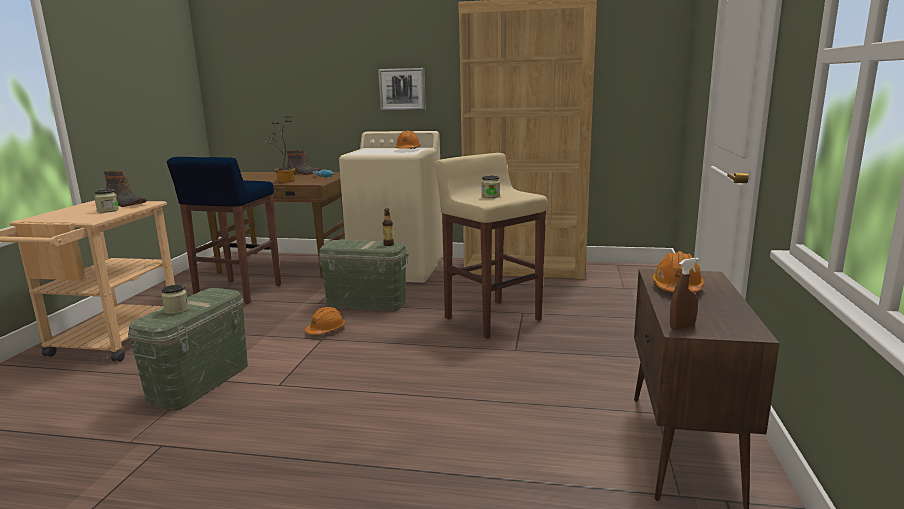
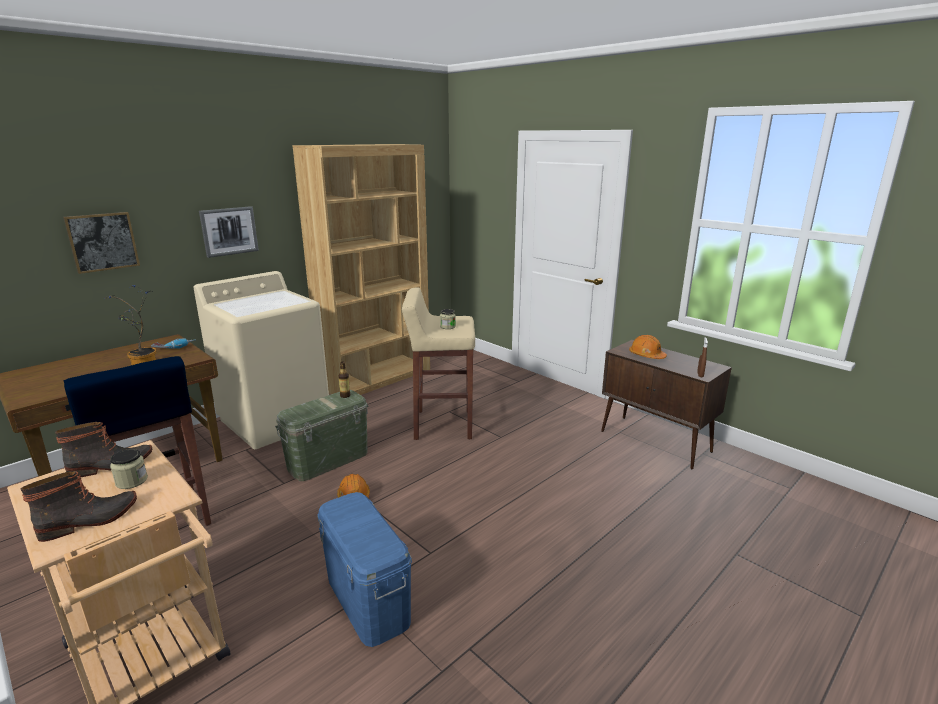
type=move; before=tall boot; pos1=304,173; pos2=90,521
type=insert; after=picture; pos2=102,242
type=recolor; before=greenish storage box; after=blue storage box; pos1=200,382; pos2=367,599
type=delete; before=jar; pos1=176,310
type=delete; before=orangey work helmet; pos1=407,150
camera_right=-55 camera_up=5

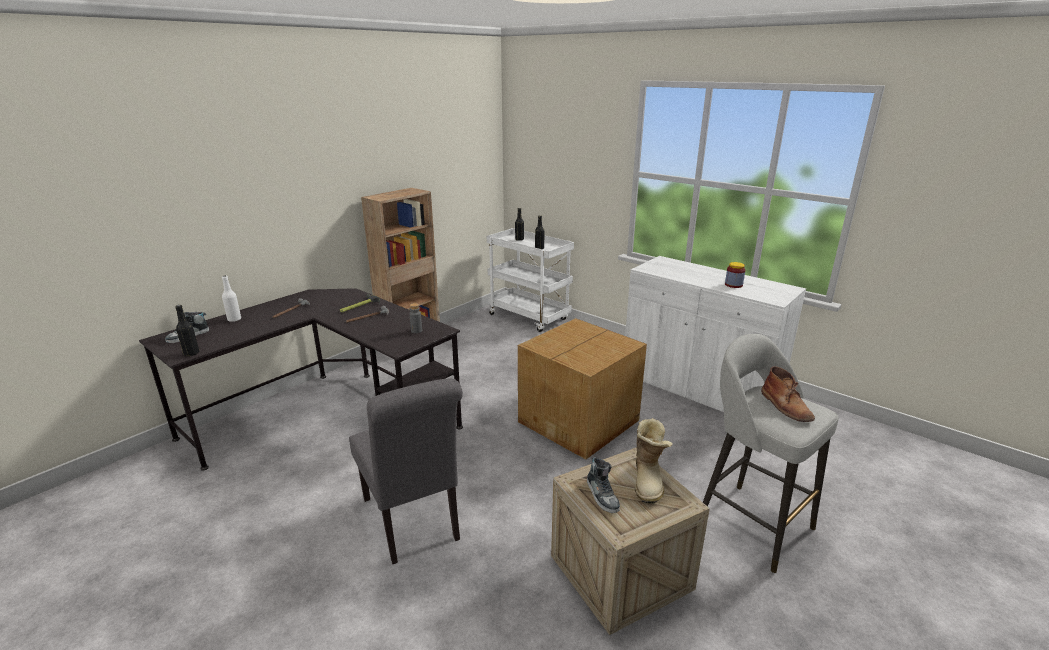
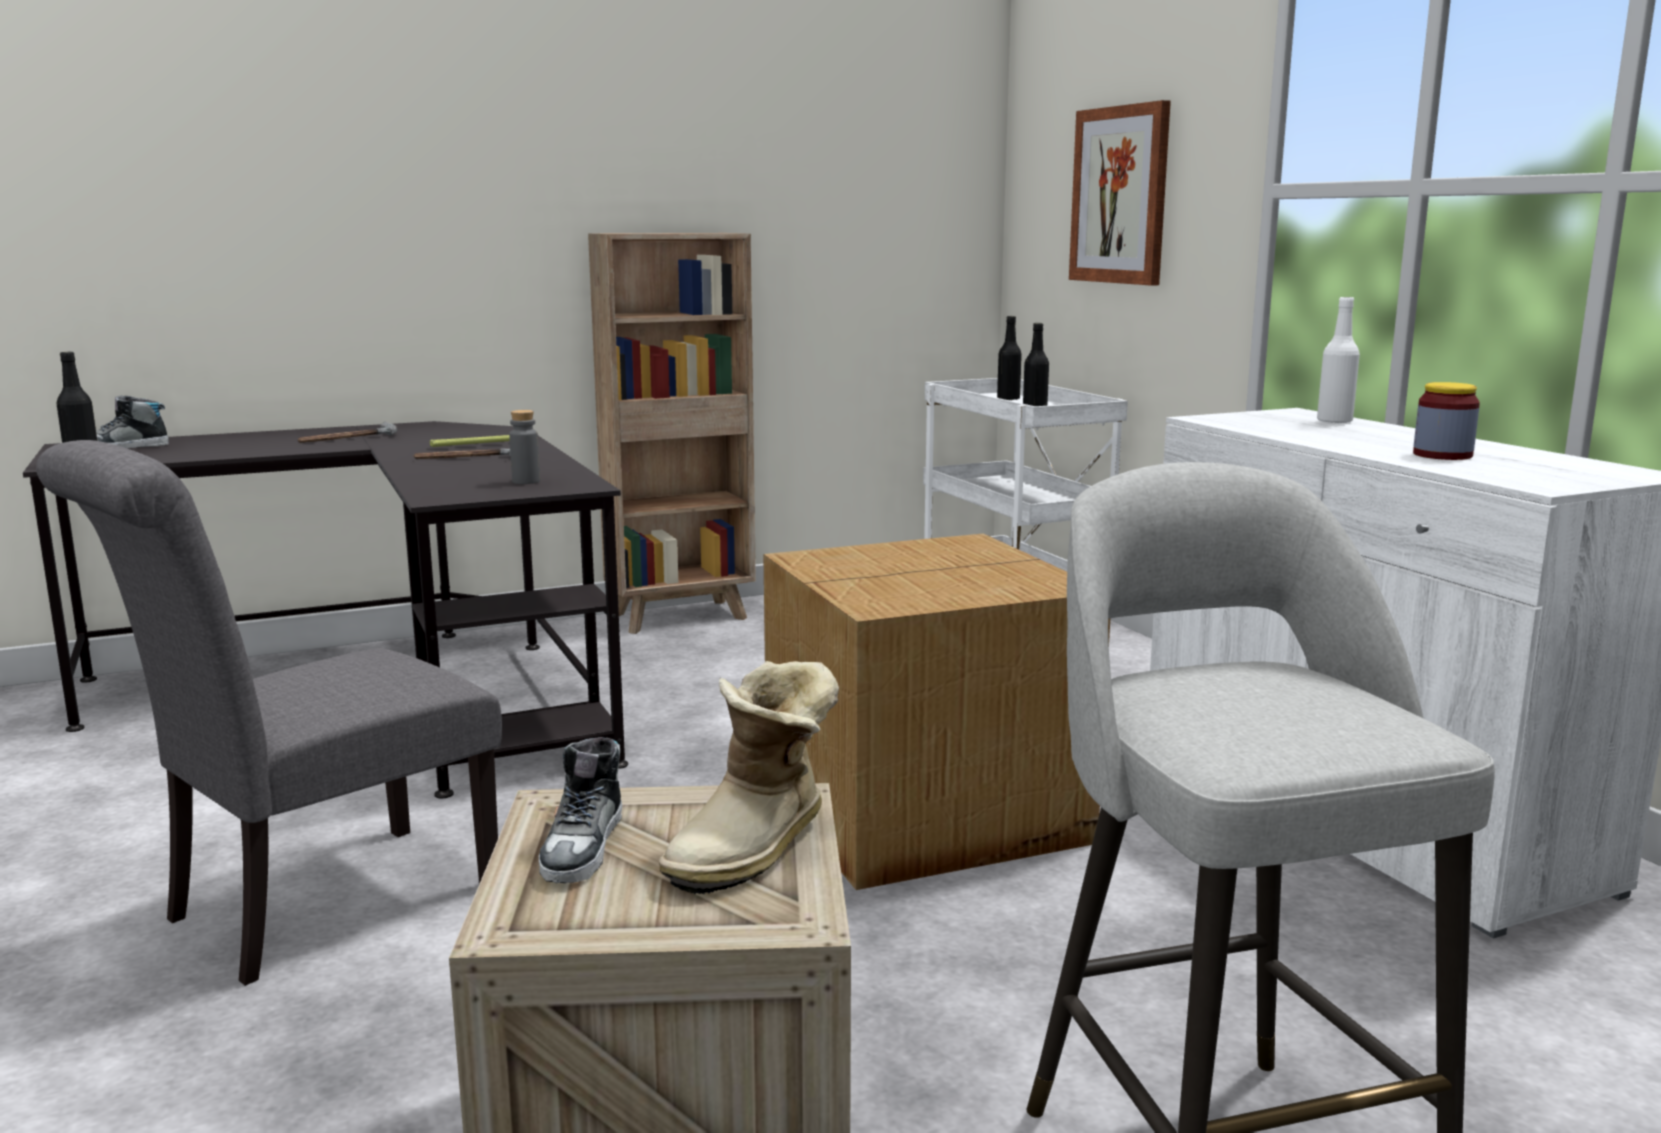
type=rotate; before=gray upright chair; pos1=413,522; pos2=314,907; turn=45
type=insert; after=picture; pos2=1120,195
type=move; before=white beverage bottle; pos1=234,319; pos2=1334,421
type=delete; before=brownish tall boot; pos1=786,406
camera_right=25 camera_up=-10

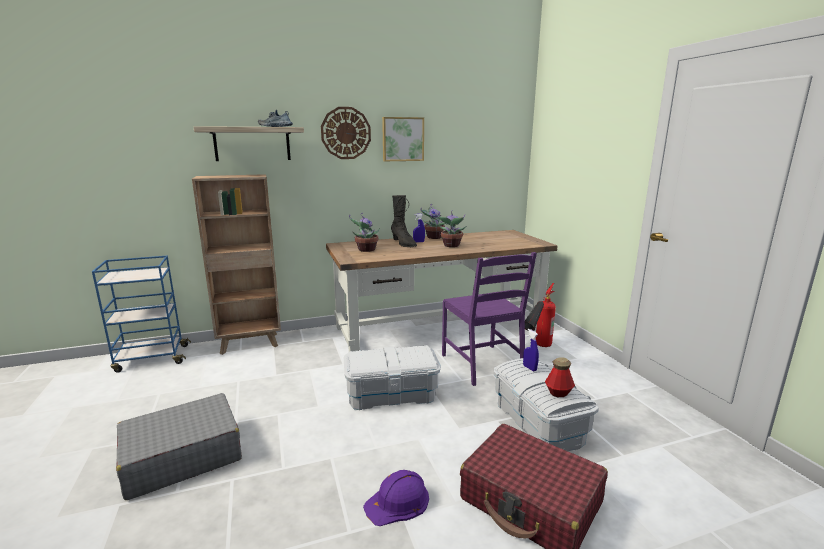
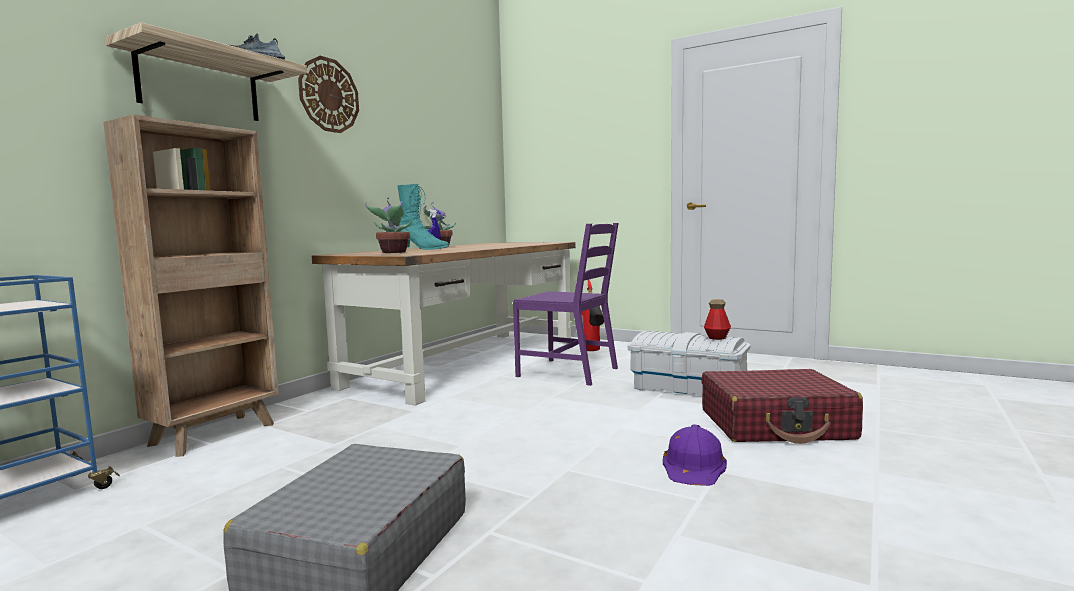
type=recolor; before=blackish tall boot; after=turquoise tall boot; pos1=403,244; pos2=422,249
type=delete; before=white storage box; pos1=391,394
type=delete; before=picture; pos1=402,139
type=delete; before=plant in a pot; pos1=451,246
type=delete; before=blue spray bottle; pos1=529,368
camera_right=-40 camera_up=-10

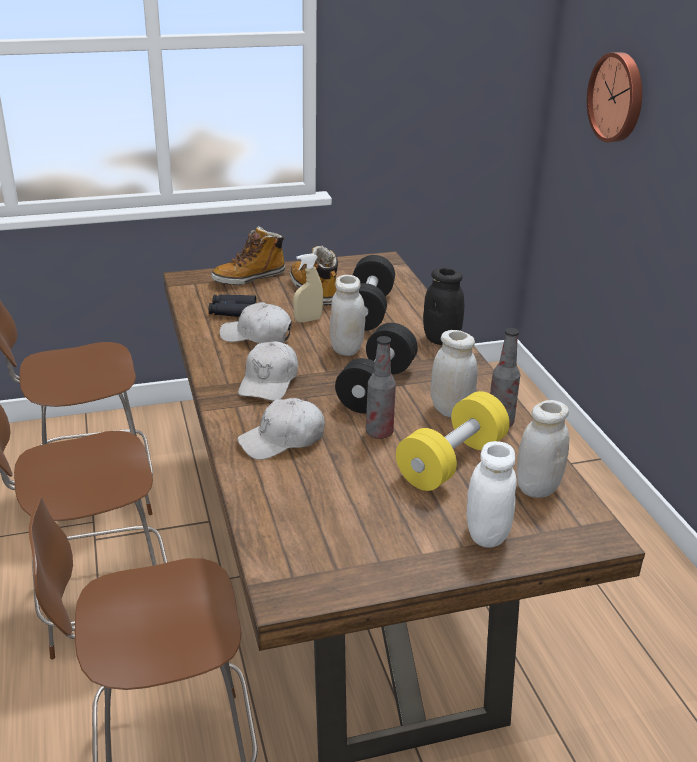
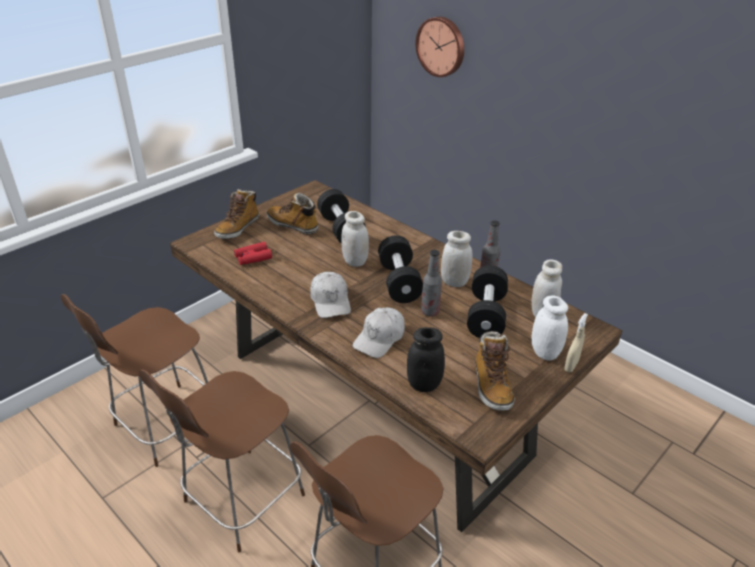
type=recolor; before=blackish binoculars; after=reddish binoculars; pos1=232,311; pos2=253,257
type=move; before=blackish jar; pos1=441,339; pos2=424,384
type=recolor; before=yellowish hand weight; after=blackish hand weight; pos1=451,462; pos2=486,315
type=insert; after=tall boot; pos2=491,386
type=move; before=beige spray bottle; pos1=308,320; pos2=571,366
type=delete; before=white peaked cap; pos1=257,336
camera_right=-30 camera_up=5

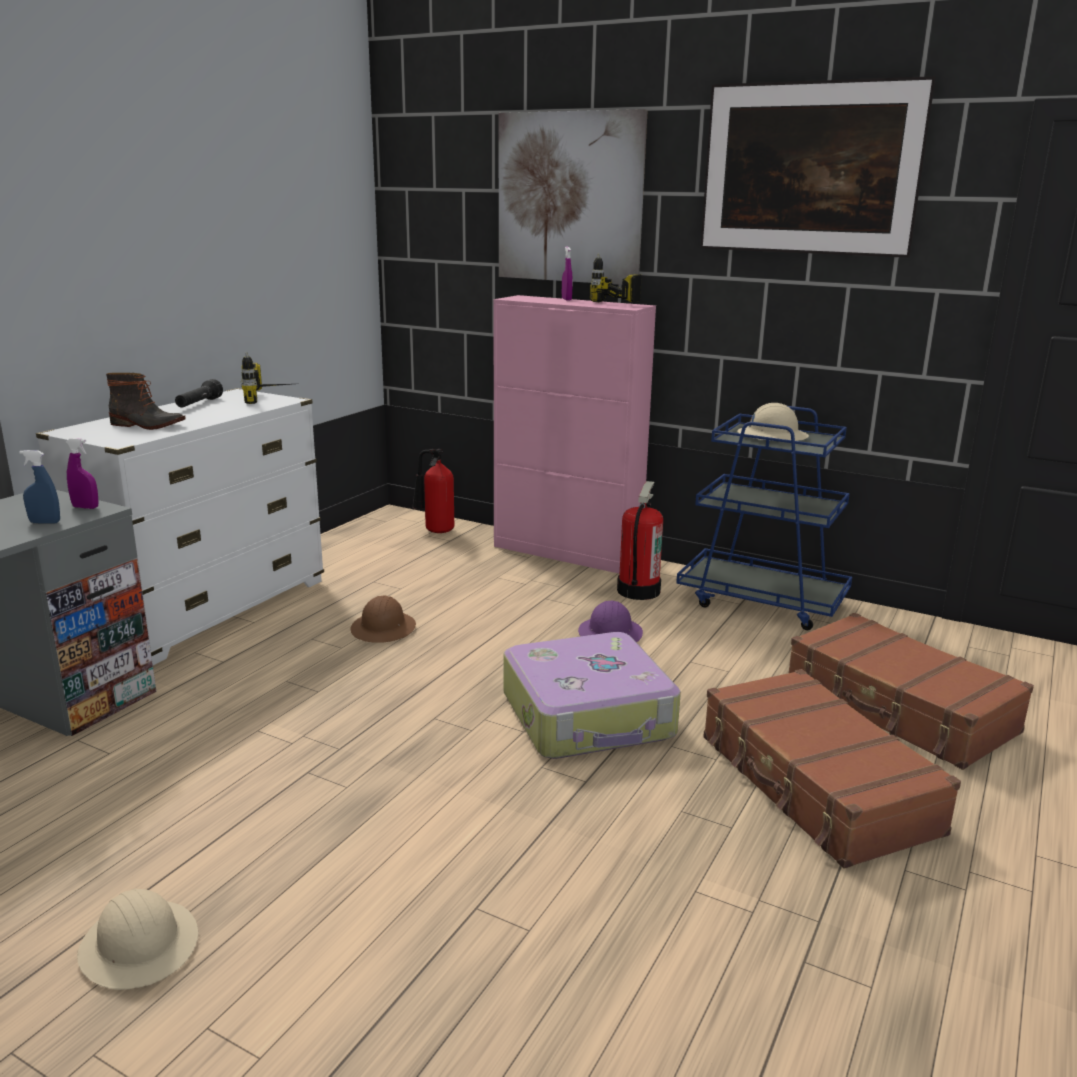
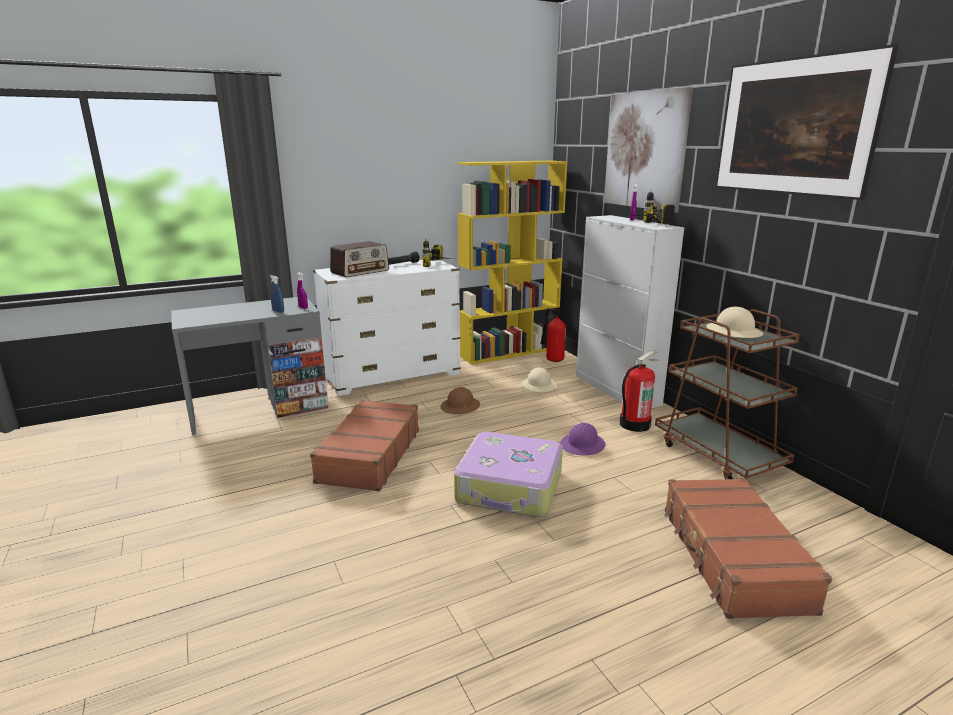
type=move; before=brownish suitcase; pos1=815,785; pos2=369,456
type=replace; before=tall boot; after=radio; pos1=147,425; pos2=360,271
type=insert; after=yellowish bookshelf; pos2=509,352
type=move; before=beige work helmet; pos1=140,946; pos2=539,385
type=recolor; before=pink cupboard; after=white cupboard; pos1=567,553; pos2=616,390
type=recolor; before=blue cart; after=brownish cart; pos1=762,601; pos2=718,454
camera_right=35 camera_up=0

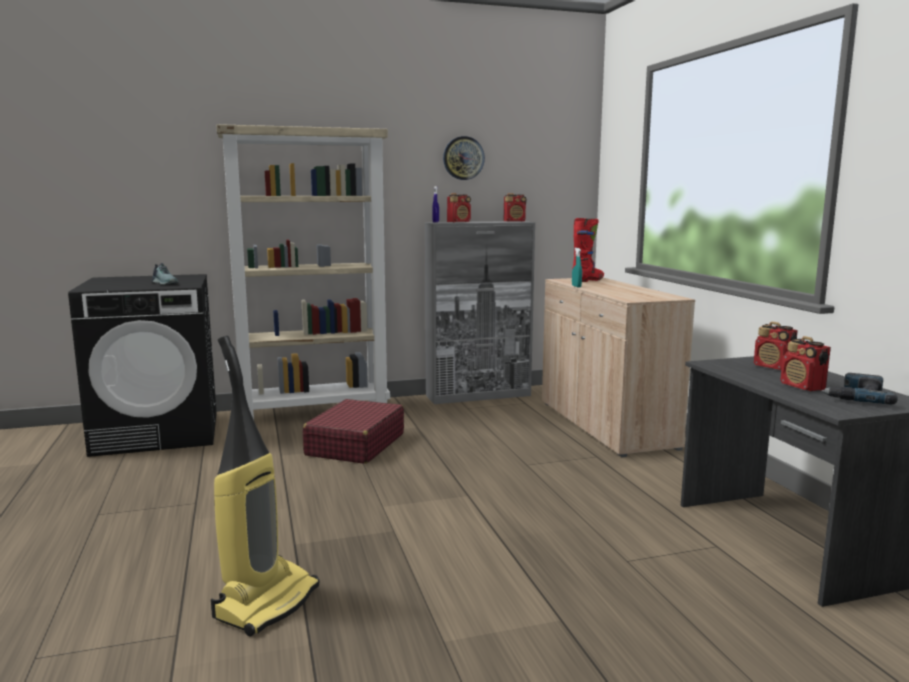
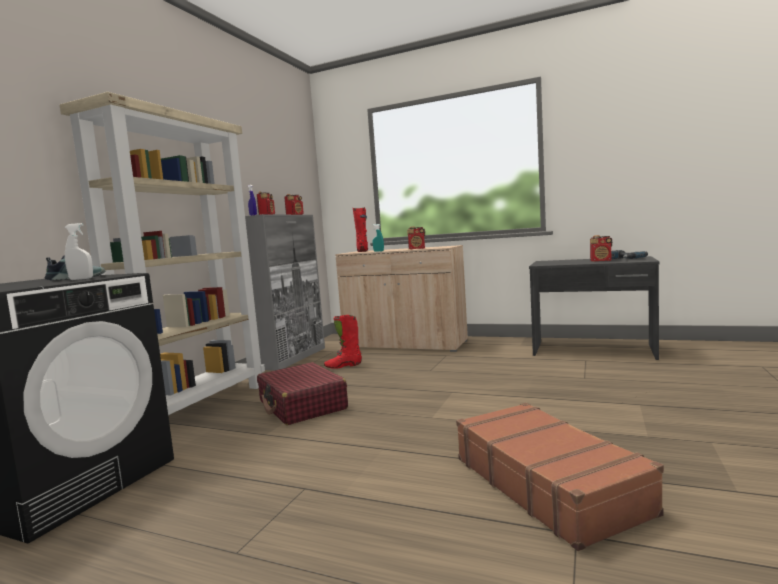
type=insert; after=white spray bottle; pos2=81,279
type=insert; after=reddish tall boot; pos2=343,366
type=move; before=radio; pos1=773,367; pos2=417,249
type=replace; before=hoover; after=brownish suitcase; pos1=266,602; pos2=548,484
type=delete; before=hanging clock; pos1=463,158
camera_right=-50 camera_up=-5

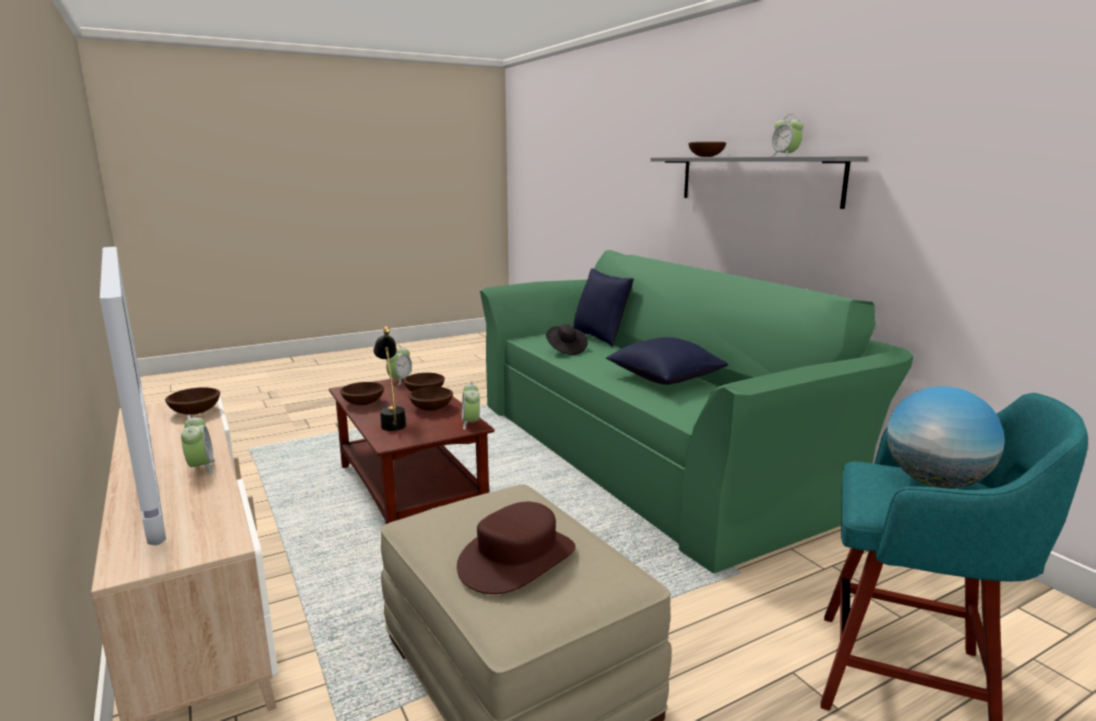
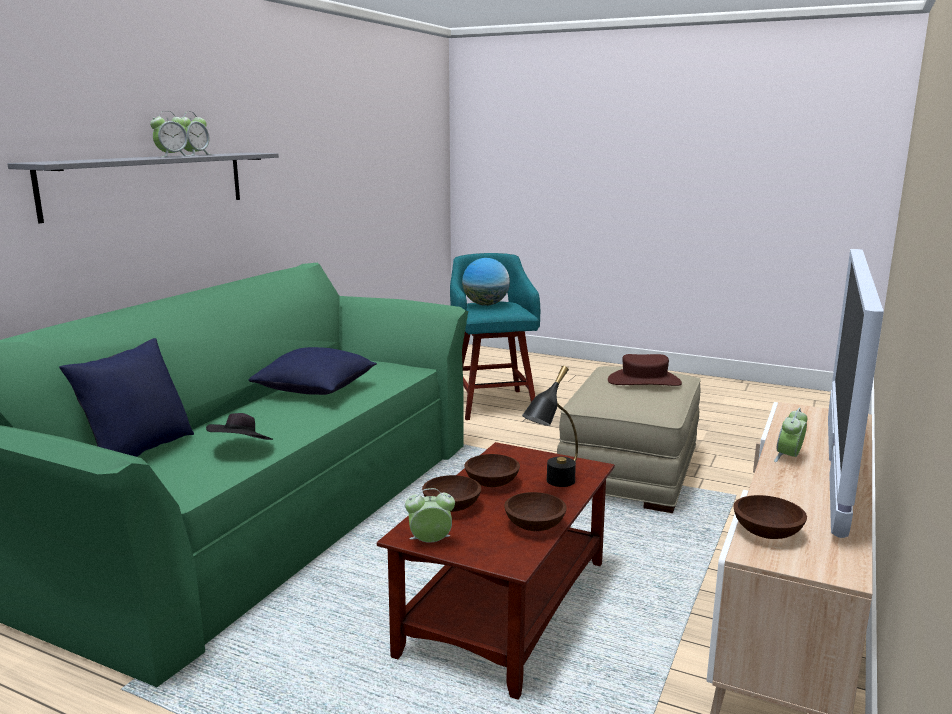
type=move; before=table clock; pos1=471,423; pos2=172,156
type=delete; before=brownish bowl; pos1=706,156
camera_right=-125 camera_up=0

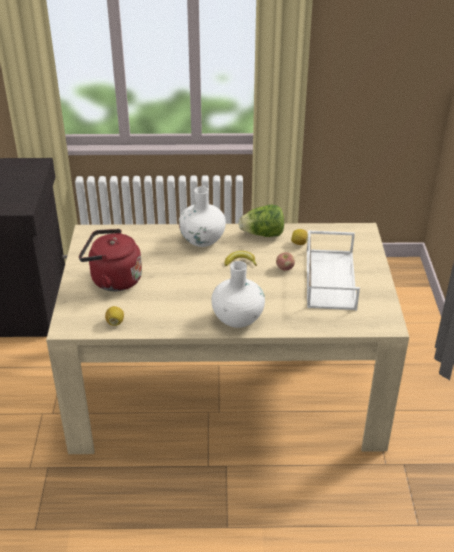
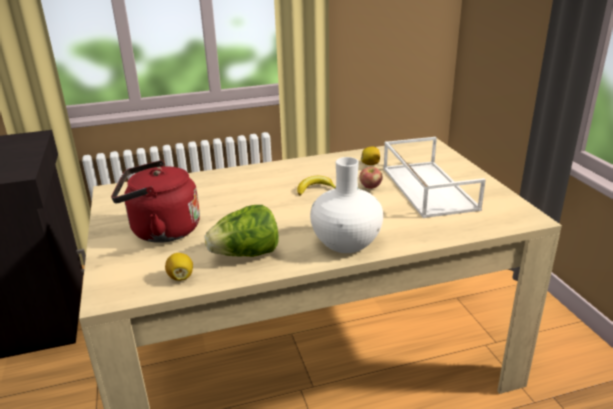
type=move; before=lettuce; pos1=263,234; pos2=246,254
type=delete; before=white vase; pos1=202,239
camera_right=-15 camera_up=-10

